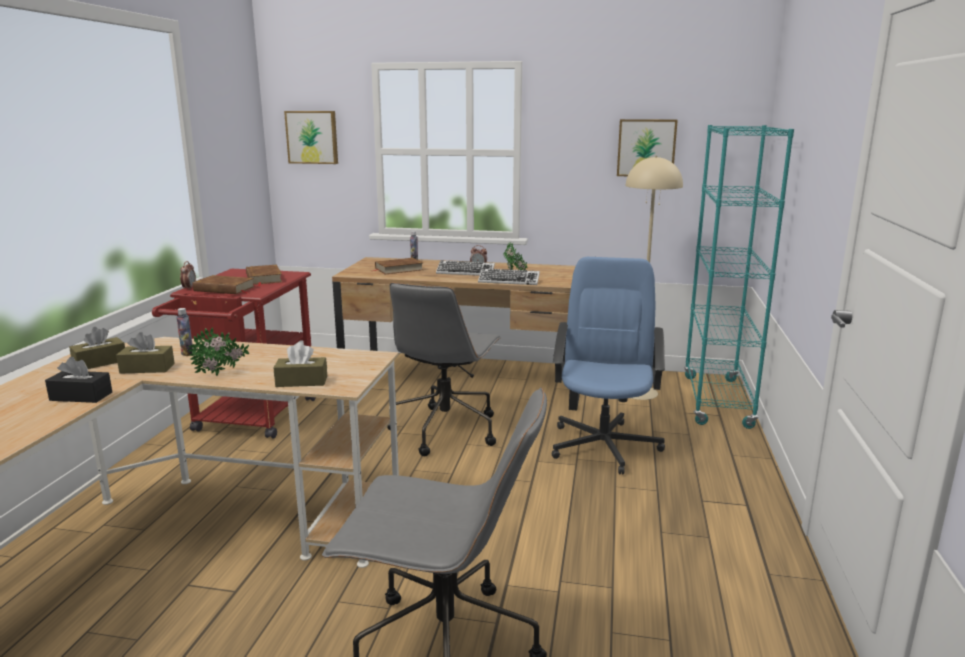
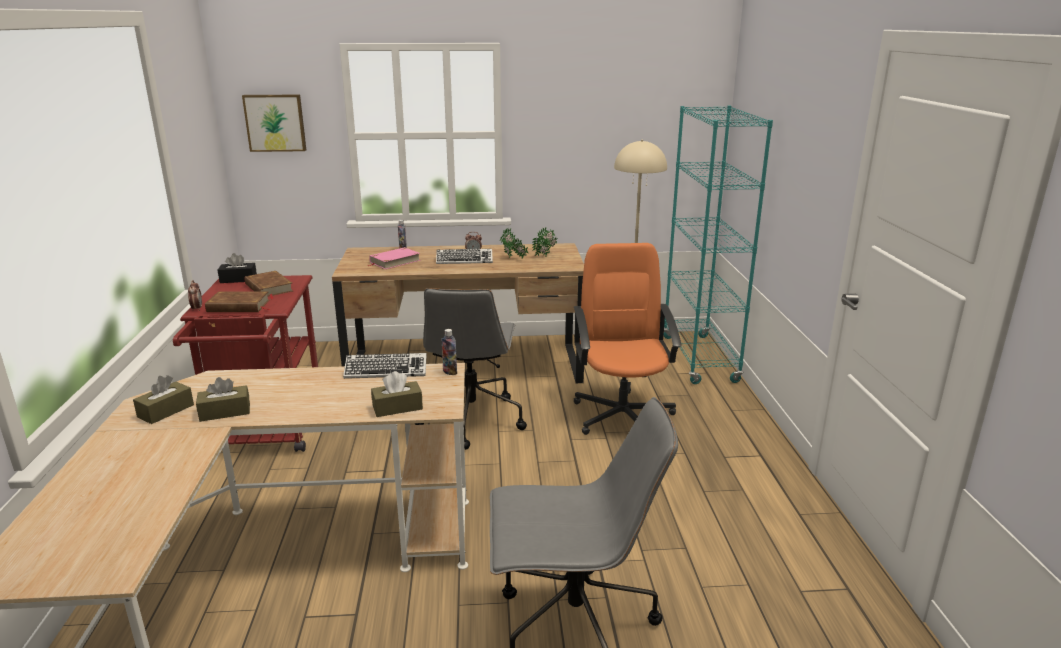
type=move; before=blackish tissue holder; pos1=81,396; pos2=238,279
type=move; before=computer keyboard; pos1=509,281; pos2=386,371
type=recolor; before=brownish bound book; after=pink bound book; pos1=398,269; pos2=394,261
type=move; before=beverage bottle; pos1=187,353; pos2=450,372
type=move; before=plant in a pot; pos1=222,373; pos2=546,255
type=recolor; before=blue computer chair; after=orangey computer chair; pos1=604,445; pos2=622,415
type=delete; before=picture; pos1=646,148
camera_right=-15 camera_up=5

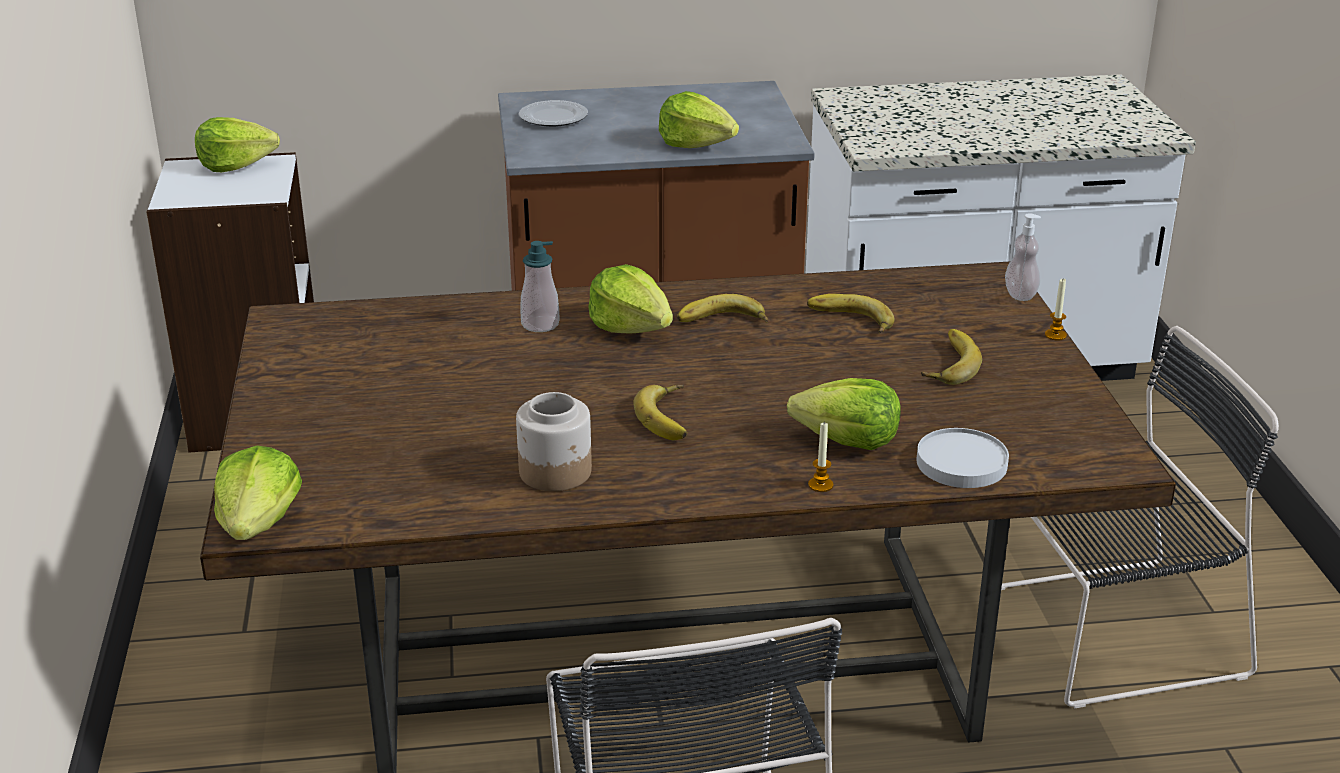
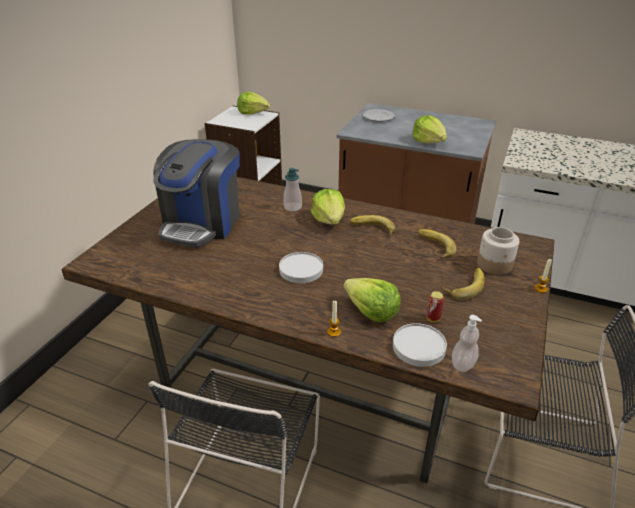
type=insert; after=coffee brewer; pos2=202,223
type=replace; before=banana fruit; after=white flat dish; pos1=671,417; pos2=301,270
type=insert; after=metal can; pos2=433,318
type=move; before=soap dispenser; pos1=1020,294; pos2=463,364
type=move; before=jar; pos1=556,472; pos2=495,265
type=delete; before=lettuce; pos1=259,523
camera_right=30 camera_up=5

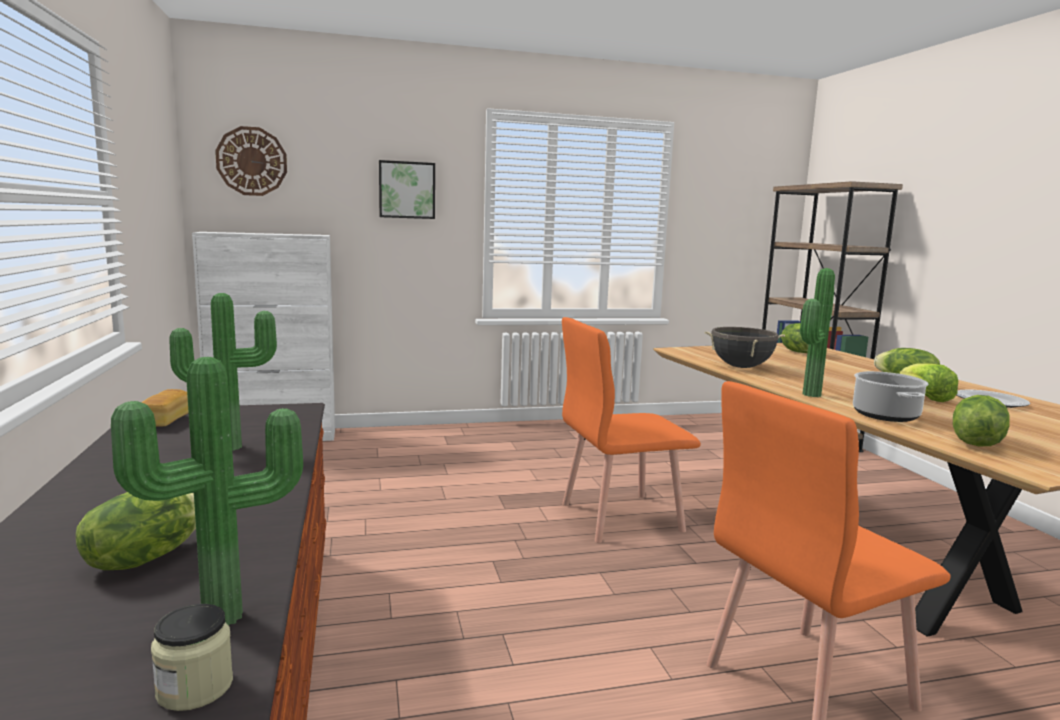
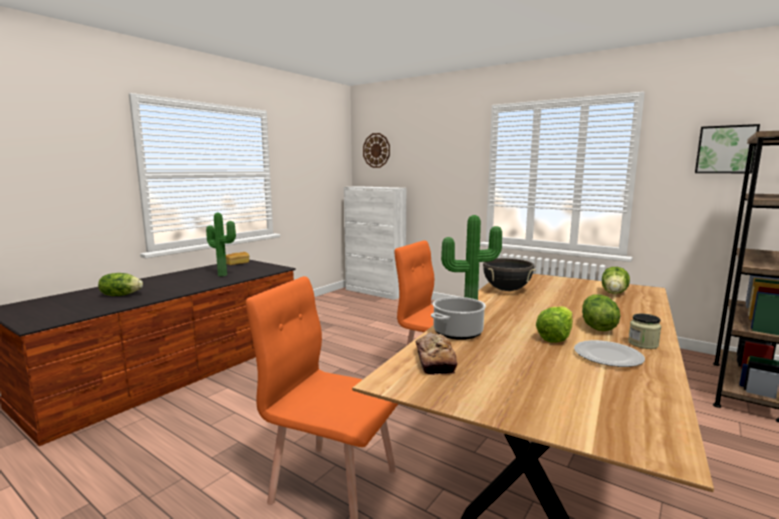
type=replace; before=lettuce; after=bakery bread; pos1=975,442; pos2=435,360
type=move; before=jar; pos1=195,688; pos2=643,344
type=move; before=picture; pos1=407,190; pos2=725,149
type=delete; before=plant in a pot; pos1=225,620
camera_right=50 camera_up=0

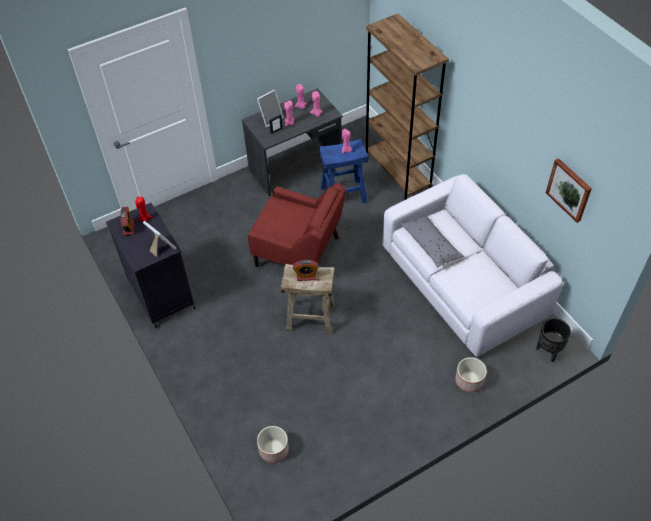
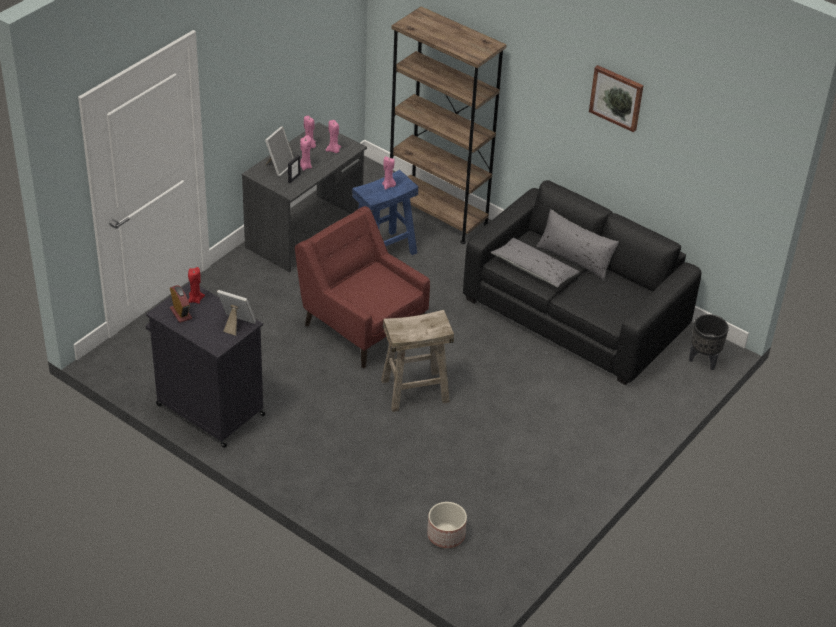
type=rotate; before=reddish easy chair; pos1=299,253; pos2=362,326; turn=-135
type=recolor; before=white couch; after=blackish couch; pos1=463,282; pos2=575,313
type=insert; after=gray pillow; pos2=575,258
type=move; before=picture; pos1=569,189; pos2=617,97
type=delete; before=table clock; pos1=306,276
type=delete; before=plant pot; pos1=469,381
camera_right=-25 camera_up=-10

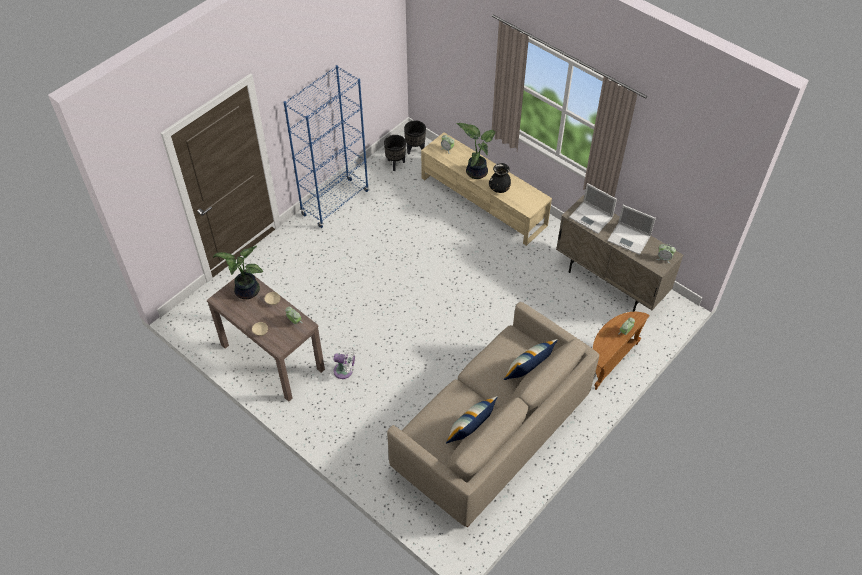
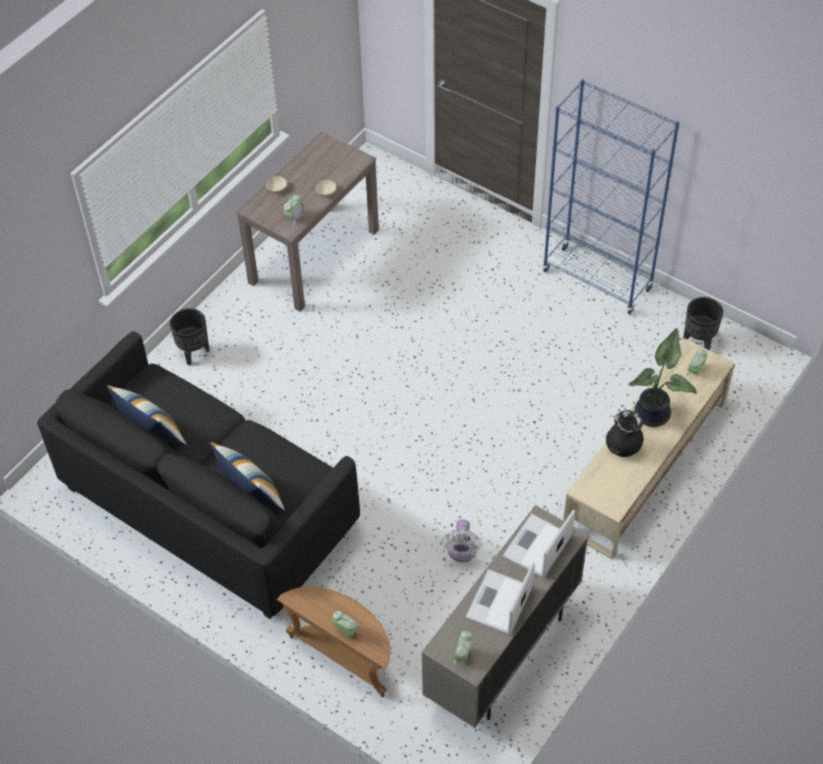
type=recolor; before=beige couch; after=blackish couch; pos1=491,433; pos2=208,506
type=move; before=blackish plant pot; pos1=415,149; pos2=194,353
type=move; before=white fan; pos1=345,371; pos2=461,552
type=delete; before=plant in a pot; pos1=246,292
camera_right=85 camera_up=0

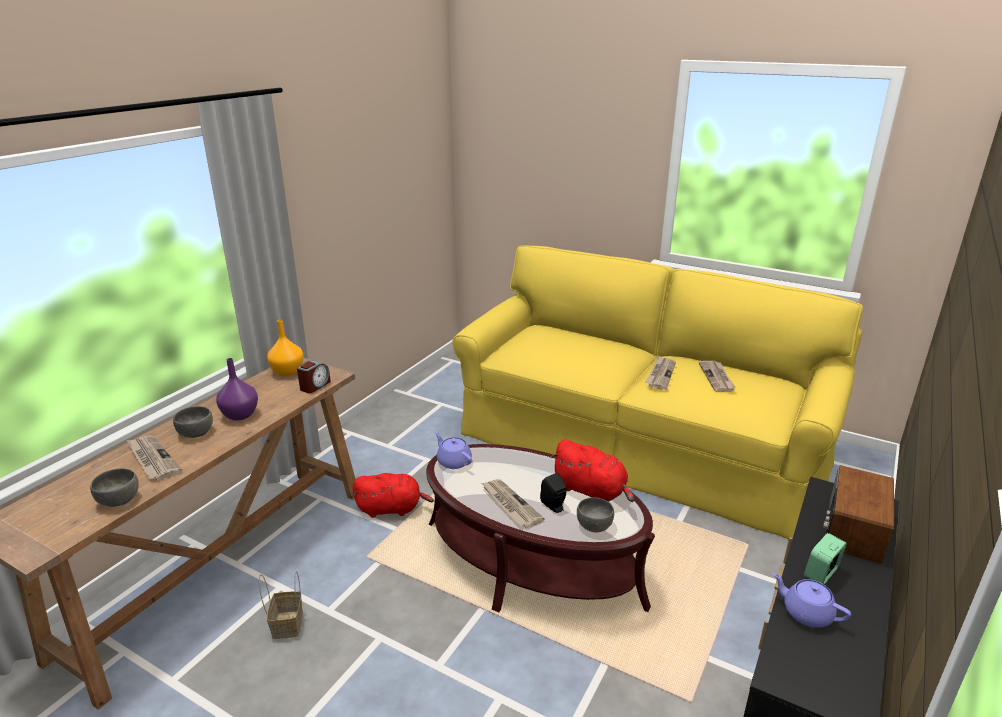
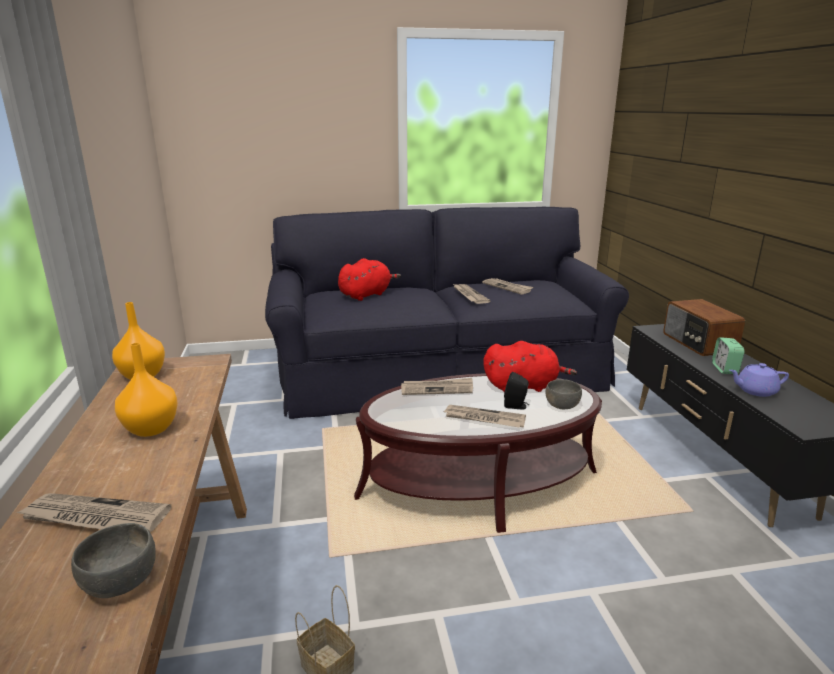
type=recolor; before=purplish vase; after=orangey vase; pos1=239,415; pos2=151,429
type=recolor; before=yellowish couch; after=blackish couch; pos1=637,443; pos2=439,373
type=move; before=reddish cuddly toy; pos1=392,509; pos2=366,295
type=insert; after=newspaper; pos2=437,389
type=delete; before=gray bowl; pos1=196,433
type=delete; before=table clock; pos1=314,386
type=delete; before=purplish pot for tea; pos1=453,461
camera_right=-40 camera_up=-5

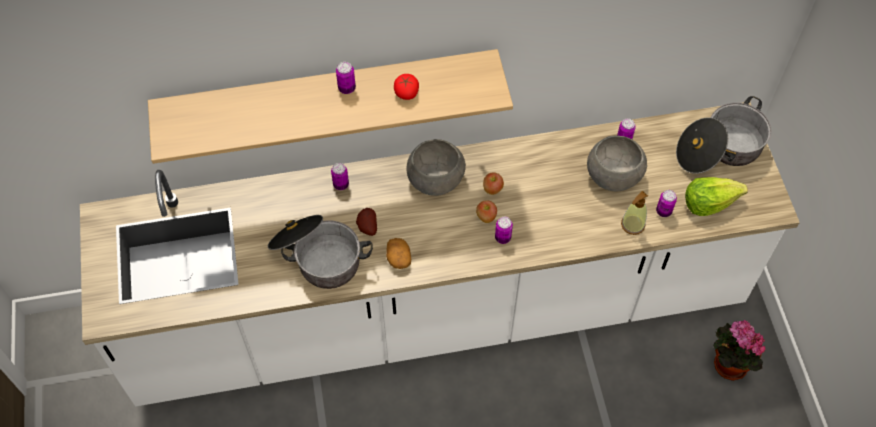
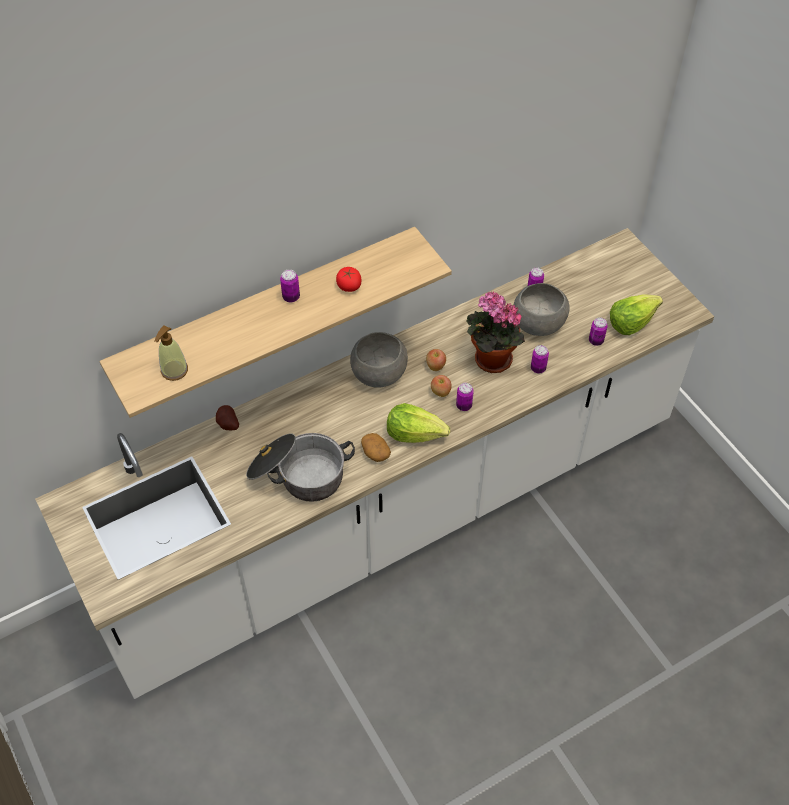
type=move; before=soap dispenser; pos1=632,225; pos2=174,370
type=move; before=whole potato; pos1=367,227; pos2=227,425
type=insert; after=lettuce; pos2=415,433
type=move; before=plant in a pot; pos1=727,365; pos2=489,360
type=move; before=metal can; pos1=341,184; pos2=538,368
type=delete; before=stockpot; pos1=719,149
camera_right=-20 camera_up=-5

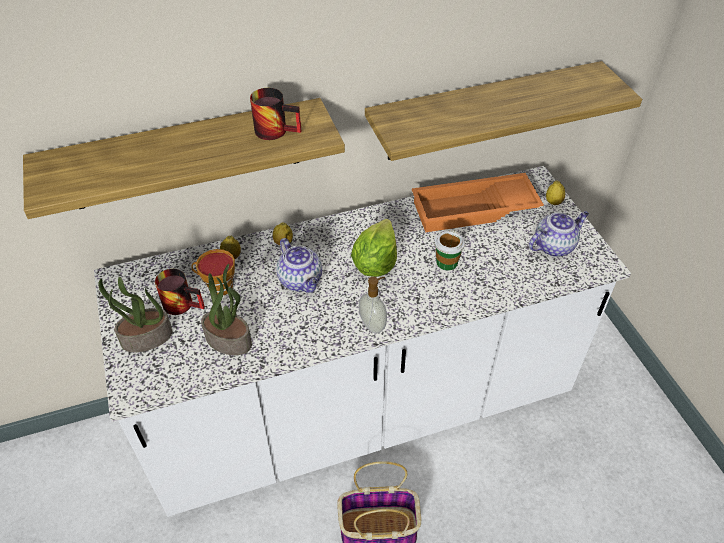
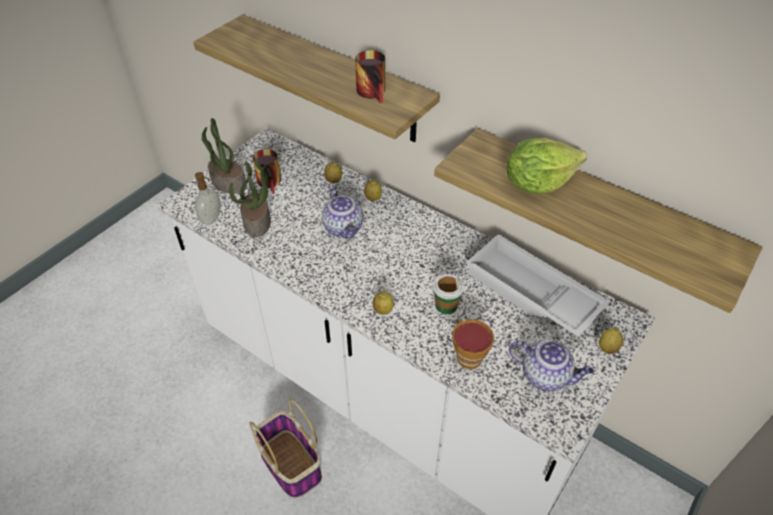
type=move; before=soap dispenser; pos1=373,324; pos2=212,219
type=rotate; before=pot for tea; pos1=301,281; pos2=344,228; turn=-45
type=insert; after=citrus fruit; pos2=383,310
type=move; before=cup; pos1=217,286; pos2=467,355
type=recolor; before=orangey serving tray; after=white serving tray; pos1=474,210; pos2=530,293
type=move; before=lettuce; pos1=375,263; pos2=537,183
camera_right=55 camera_up=0

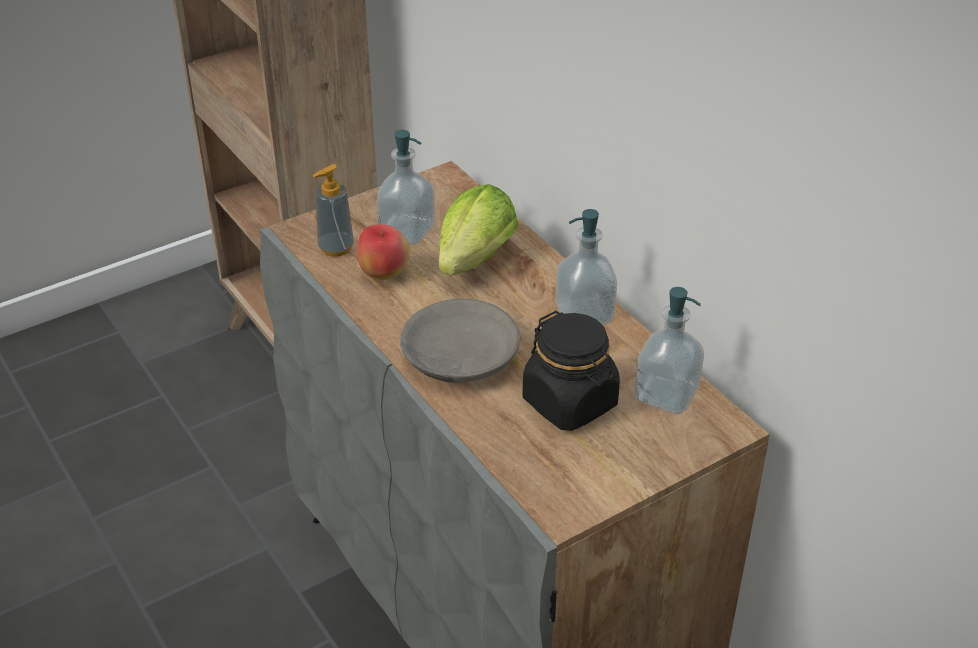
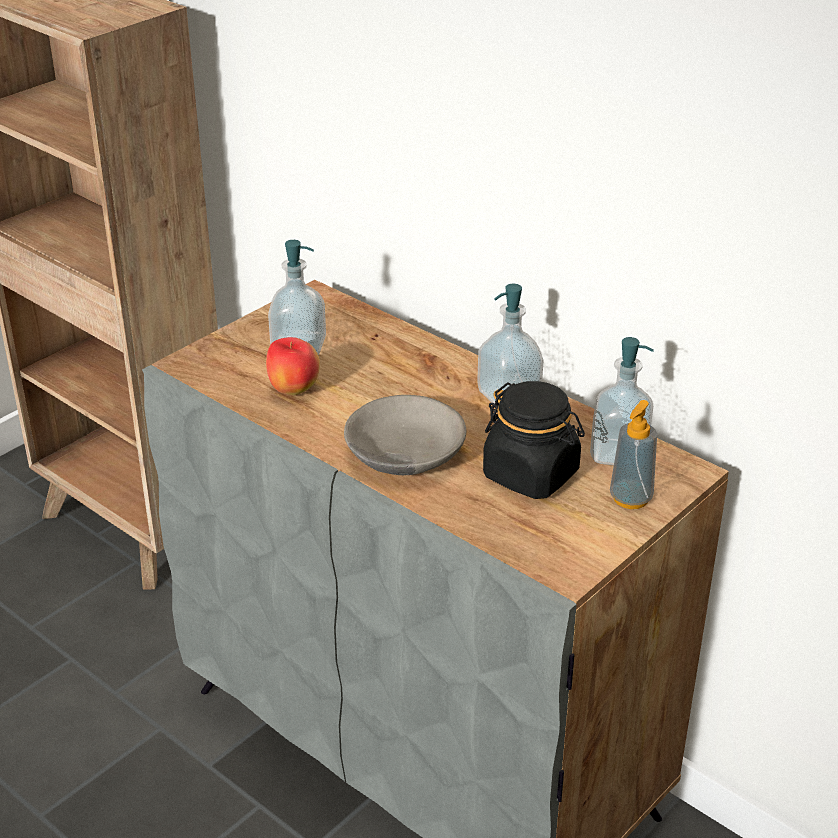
type=move; before=soap dispenser; pos1=336,248; pos2=630,498
type=delete; before=lettuce; pos1=472,264
camera_right=-15 camera_up=-5

